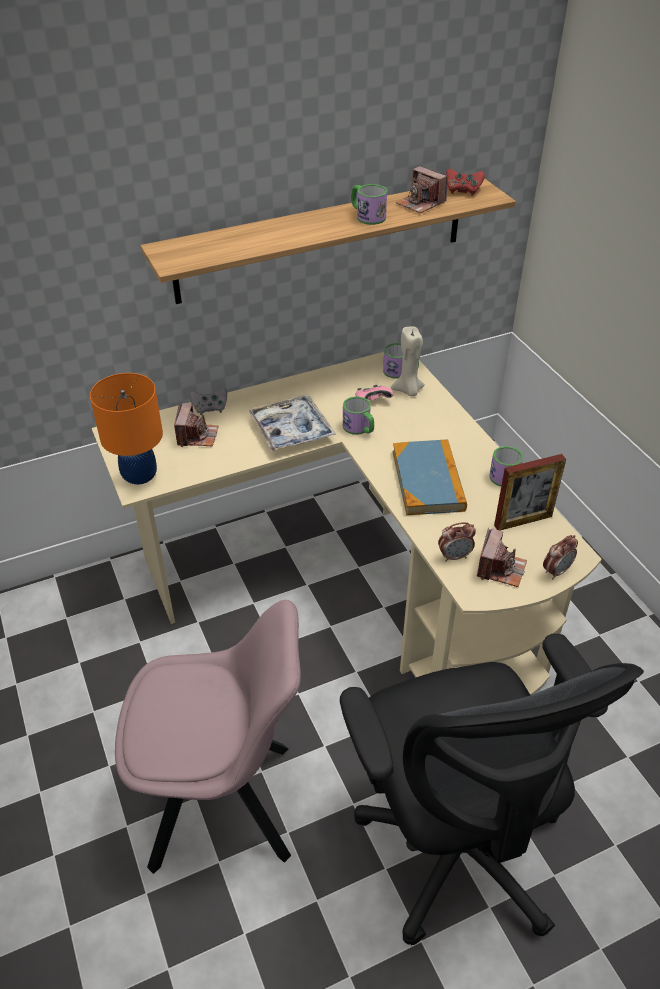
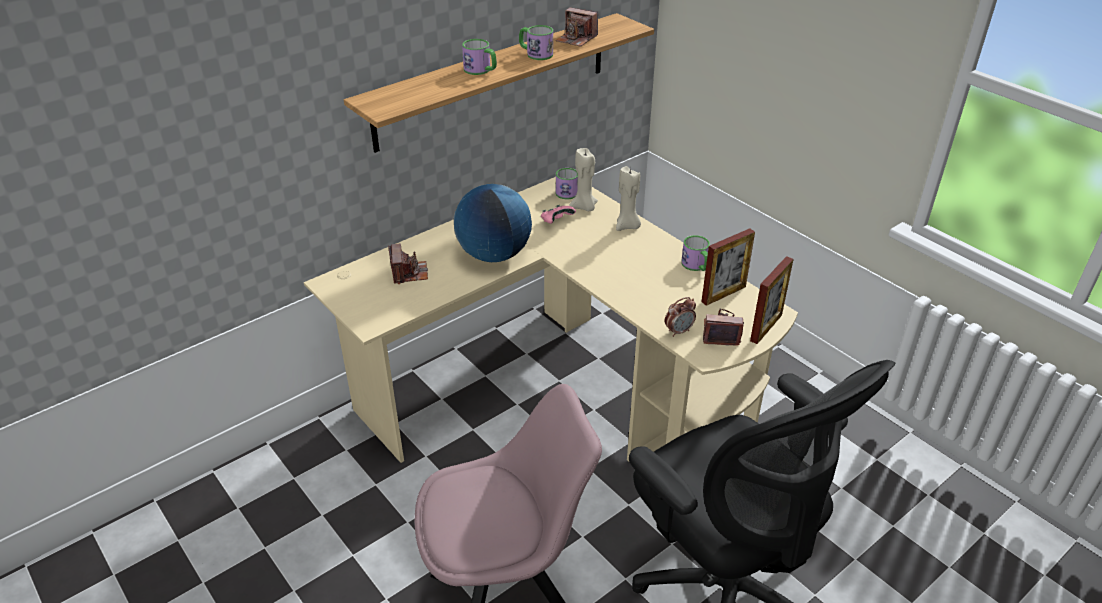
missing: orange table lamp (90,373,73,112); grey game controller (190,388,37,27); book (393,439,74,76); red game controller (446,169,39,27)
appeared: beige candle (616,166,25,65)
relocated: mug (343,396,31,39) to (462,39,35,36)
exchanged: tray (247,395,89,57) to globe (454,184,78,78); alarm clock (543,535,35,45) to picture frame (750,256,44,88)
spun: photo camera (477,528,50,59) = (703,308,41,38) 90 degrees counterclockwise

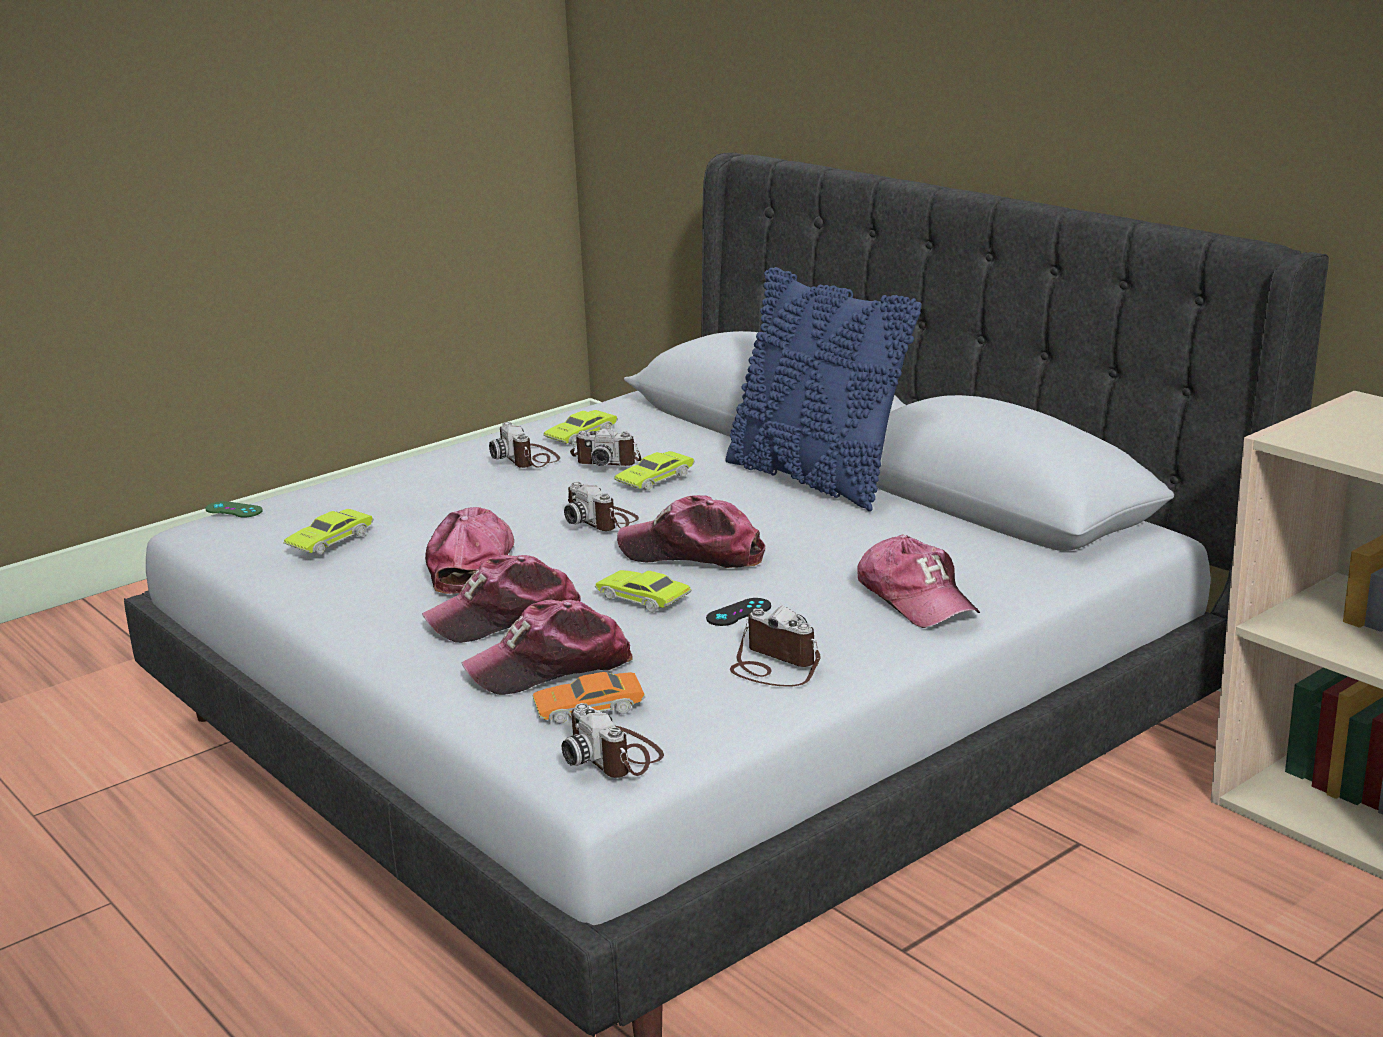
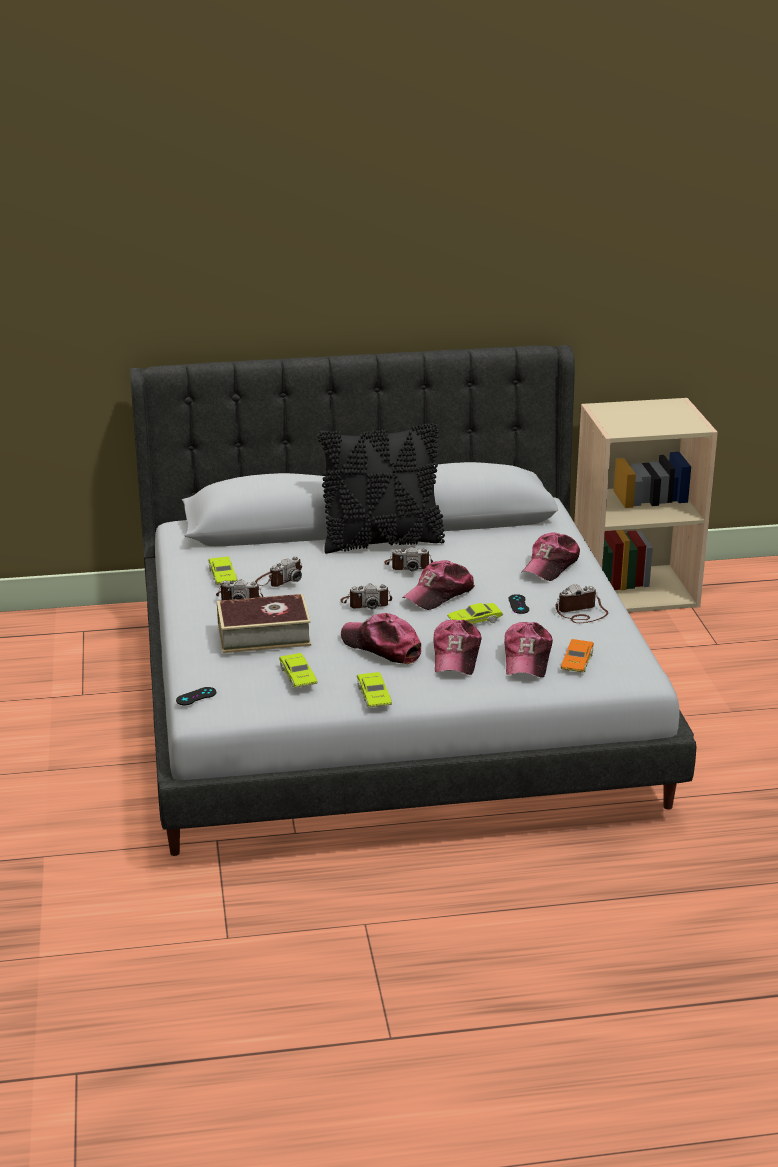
appeared: book (217,594,94,59)
relocated: photo camera (561,703,103,75) to (384,547,49,25); green toy car (614,451,81,39) to (357,672,35,36)
colour: green game controller (206,501,56,16) to black game controller (176,687,40,18); blue pillow (725,267,196,244) to black pillow (317,423,128,131)
spun: cap (857,535,123,93) = (521,533,59,48) 120 degrees clockwise

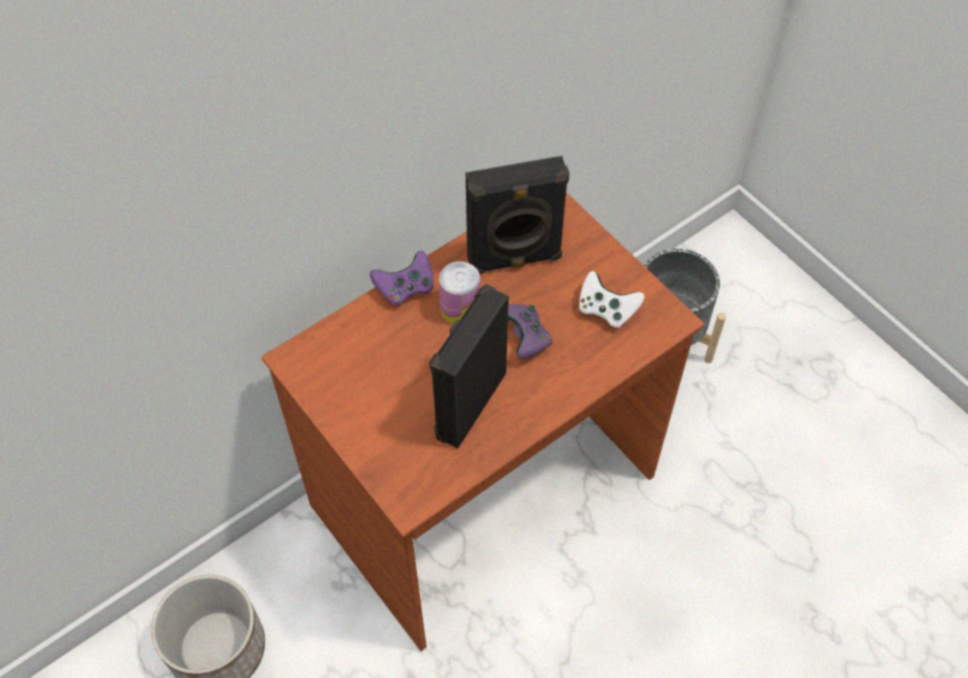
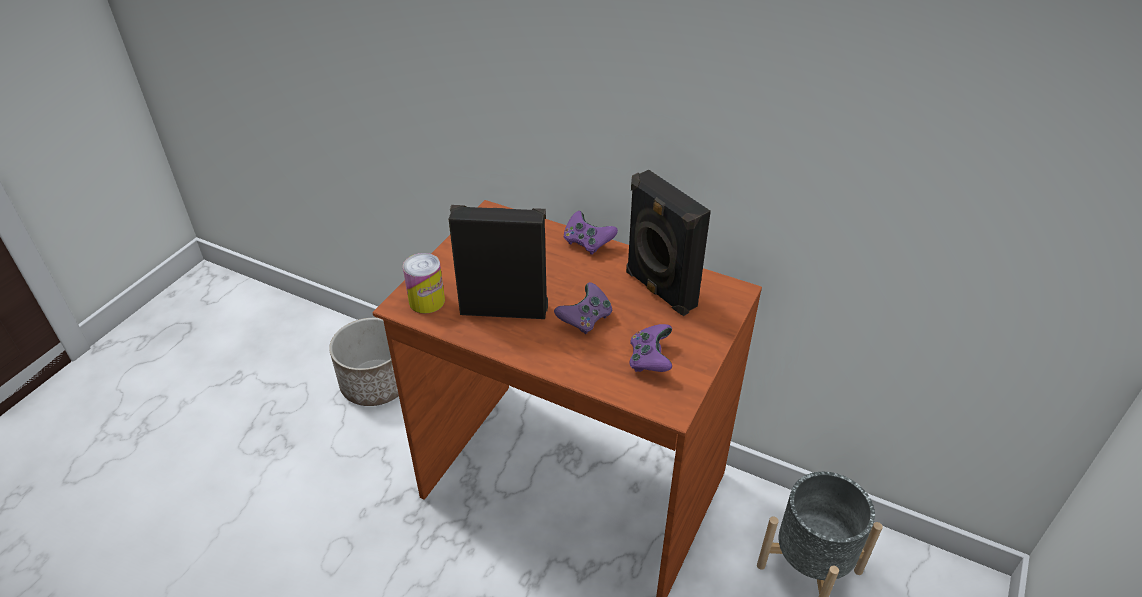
relocated: can (439,261,41,63) to (403,253,42,60)
colour: white game controller (579,271,65,57) to purple game controller (629,324,43,48)

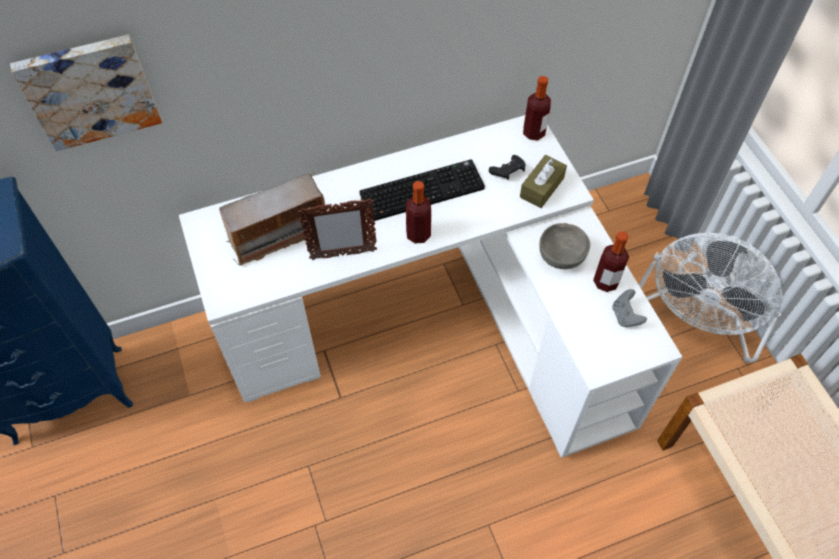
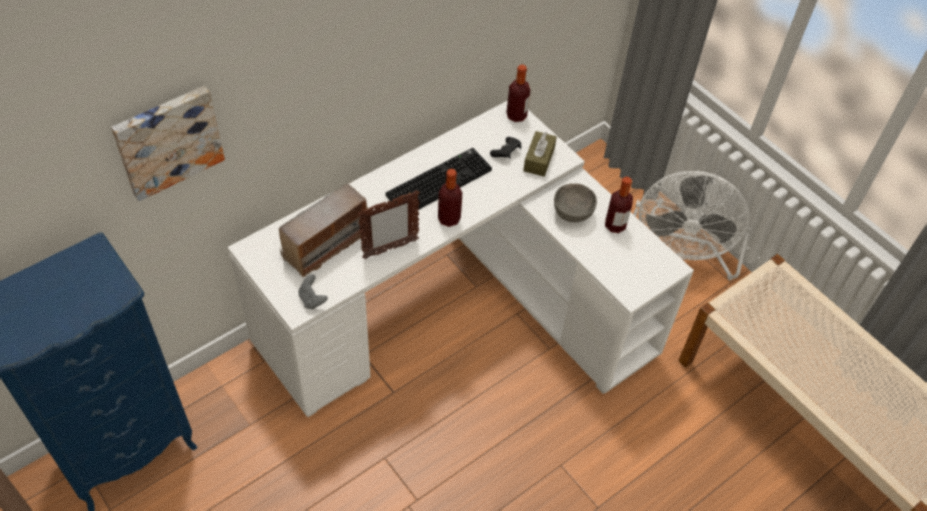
relocated: grey game controller (612,289,35,38) to (298,274,30,35)

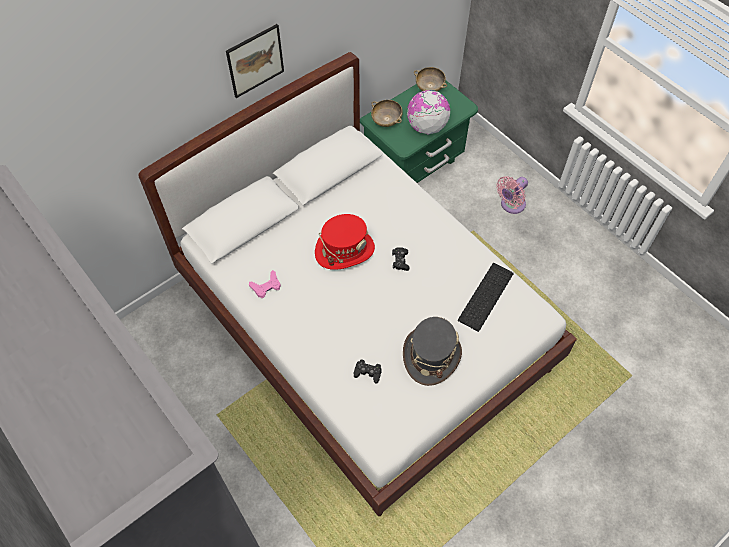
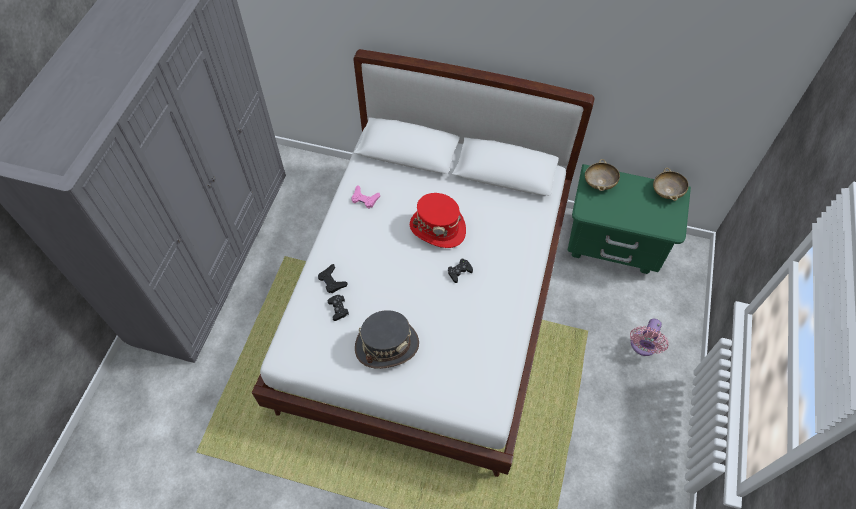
missing: picture (226,24,58,74); globe (407,90,43,44); keyboard (458,263,56,69)
appeared: black game controller (318,264,29,29)
spun: pink fan (496,176,32,38) = (630,319,38,37) 75 degrees counterclockwise

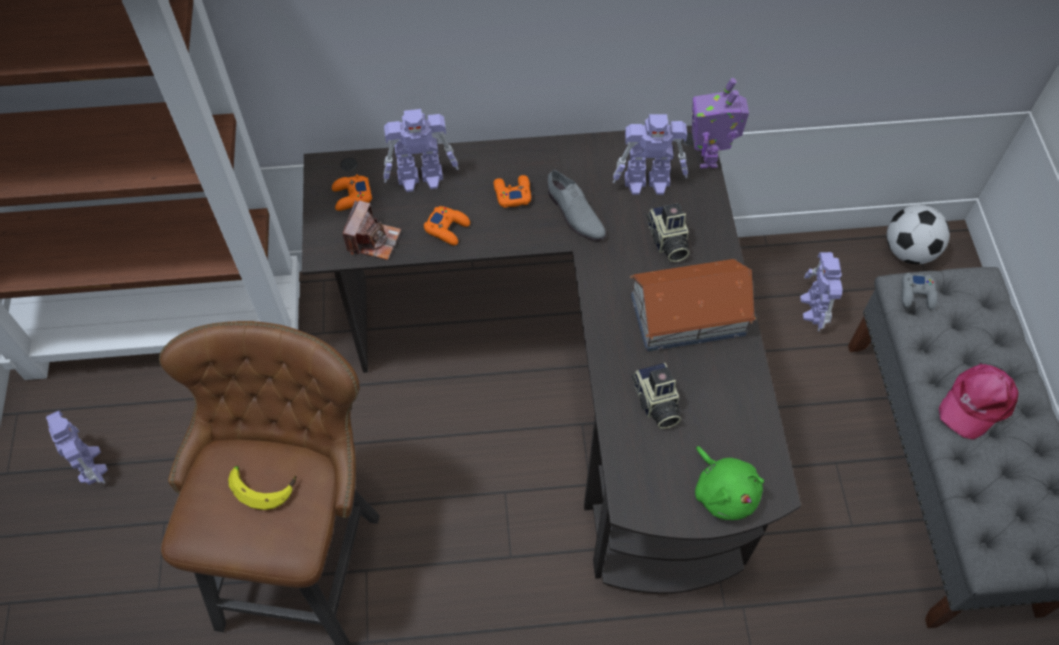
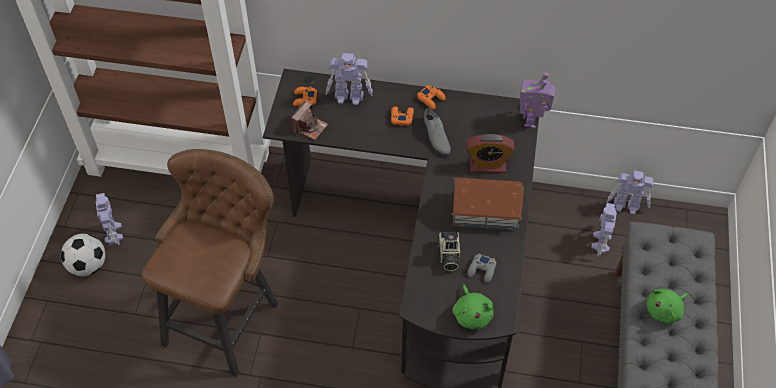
missing: banana (228,465,68,45)
relocated: orange game controller (424,206,46,40) to (417,85,28,24); toy robot (613,114,75,81) to (607,170,47,44); football (887,205,63,59) to (61,234,44,42); grey game controller (902,273,36,37) to (468,254,28,29)
exchanged: photo camera (646,203,43,59) to alarm clock (466,134,49,39); pink cap (939,363,80,77) to green plush toy (646,289,43,34)

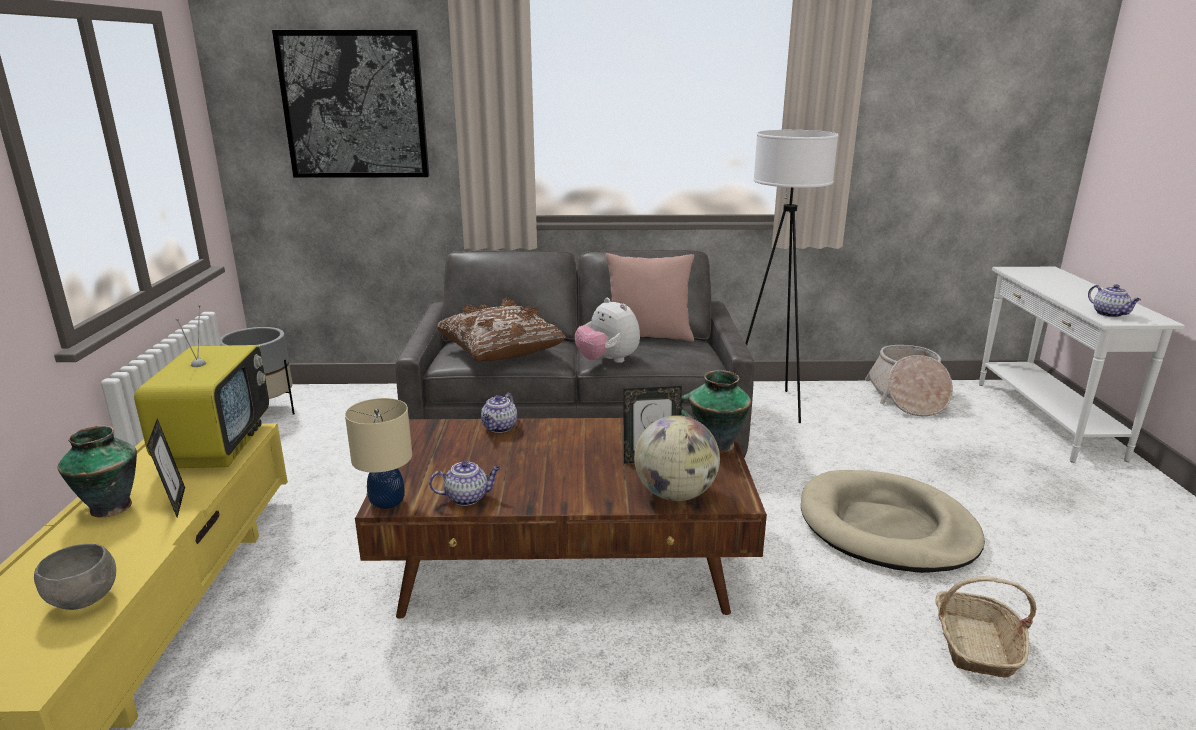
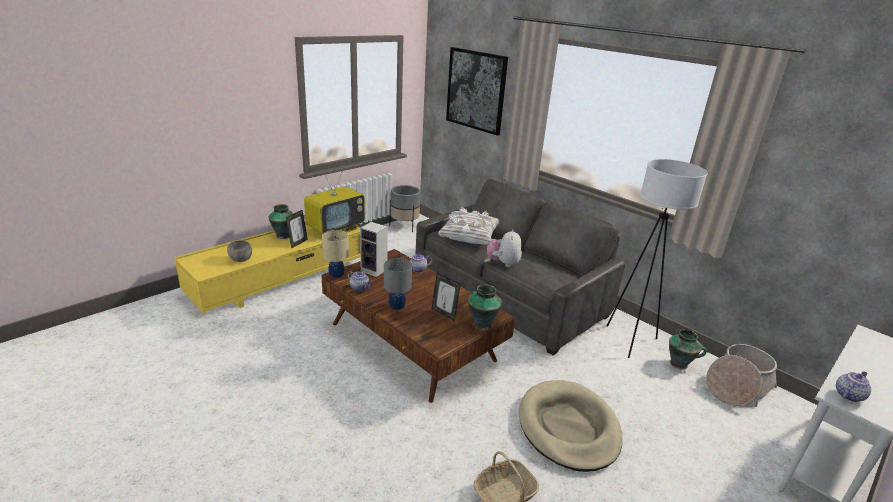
missing: pink pillow (606,253,88,89); globe (634,415,86,86)
appeared: speaker (360,222,28,55); grey table lamp (384,258,28,52); vase (669,329,38,41)
colour: brown pillow (437,297,129,65) to white pillow (438,208,62,37)
spun: teapot (1088,284,53,33) = (836,371,36,31) 150 degrees counterclockwise

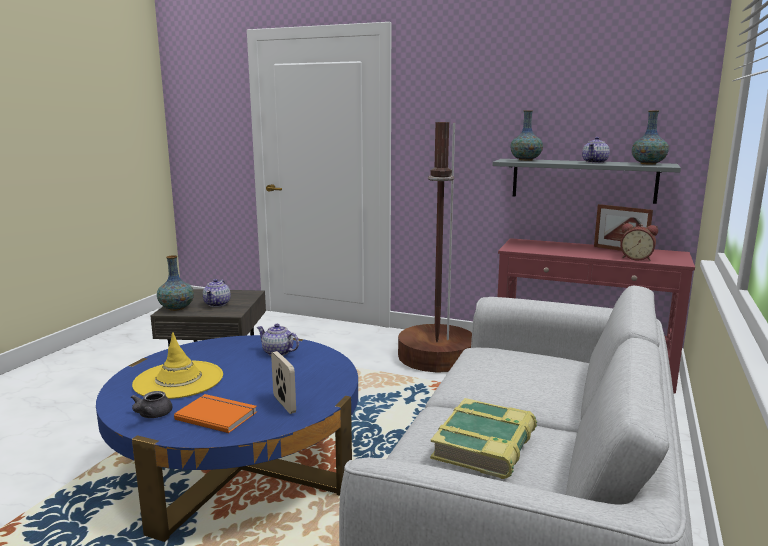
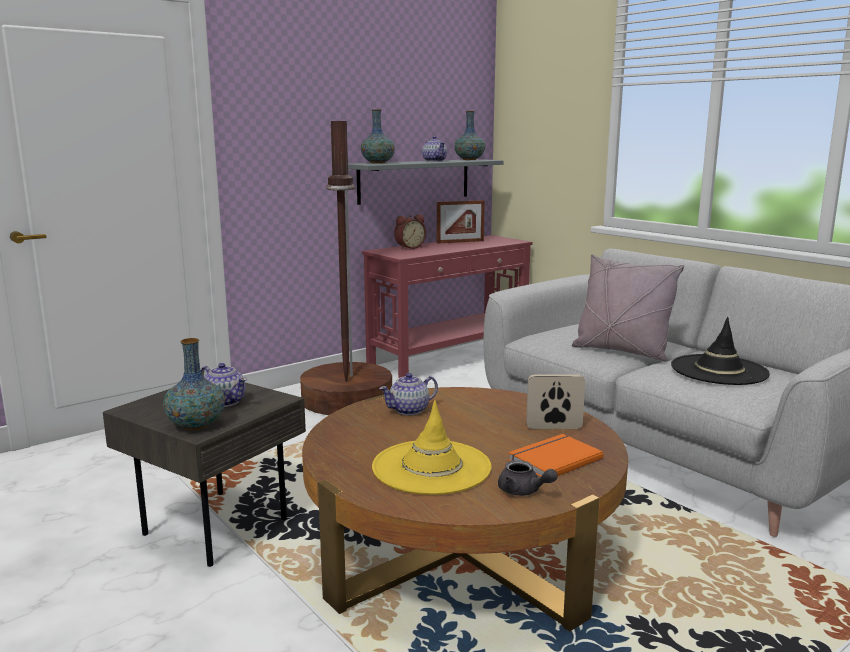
appeared: purple pillow (572,254,112,108)
relocated: alarm clock (620,223,38,38) to (394,215,32,34)
exchanged: book (430,398,107,81) to black hat (671,317,99,68)
colour: blue coffee table (96,335,262,207) to brown coffee table (302,387,326,245)

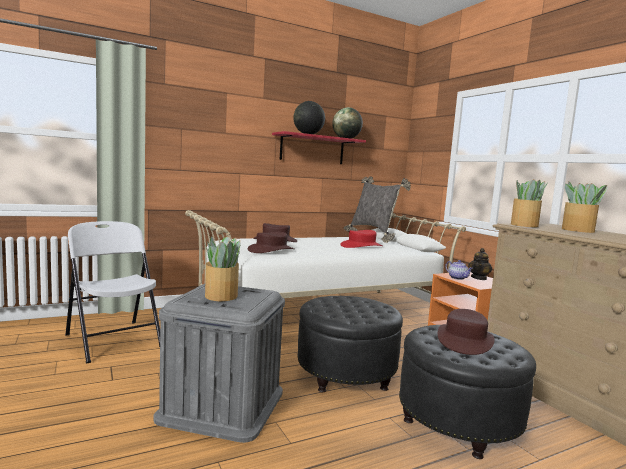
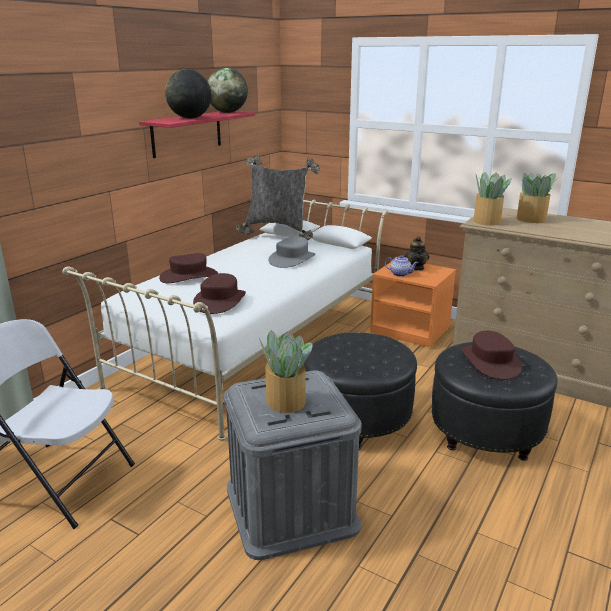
colour: red hat (341,230,42,18) to grey hat (268,236,47,32)

